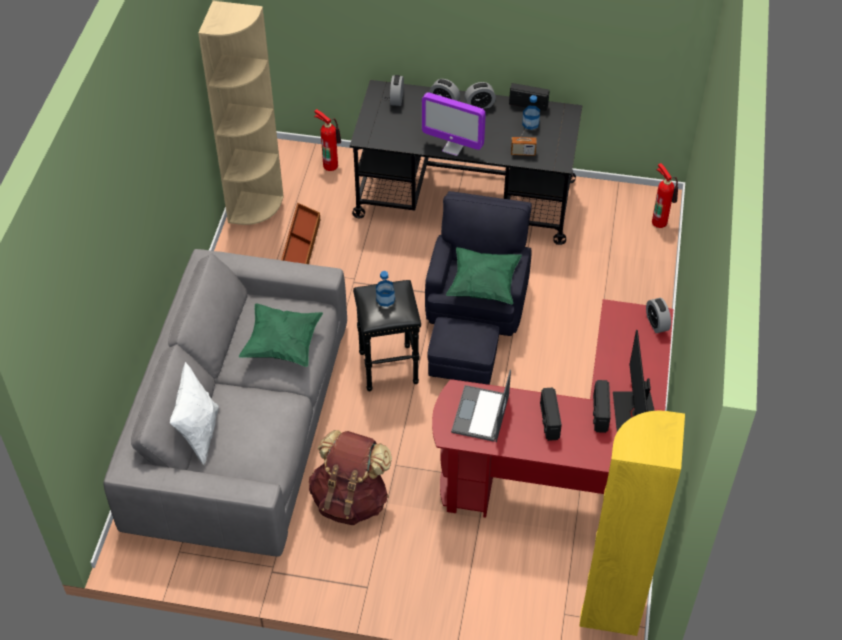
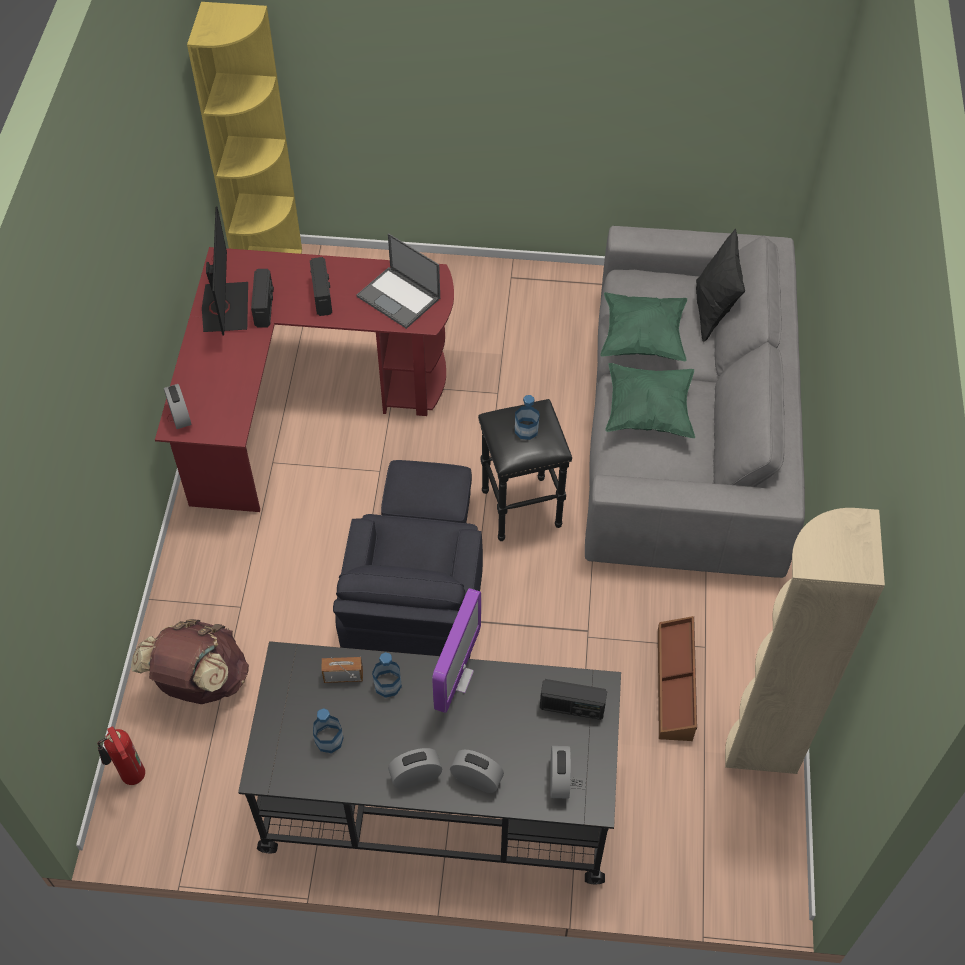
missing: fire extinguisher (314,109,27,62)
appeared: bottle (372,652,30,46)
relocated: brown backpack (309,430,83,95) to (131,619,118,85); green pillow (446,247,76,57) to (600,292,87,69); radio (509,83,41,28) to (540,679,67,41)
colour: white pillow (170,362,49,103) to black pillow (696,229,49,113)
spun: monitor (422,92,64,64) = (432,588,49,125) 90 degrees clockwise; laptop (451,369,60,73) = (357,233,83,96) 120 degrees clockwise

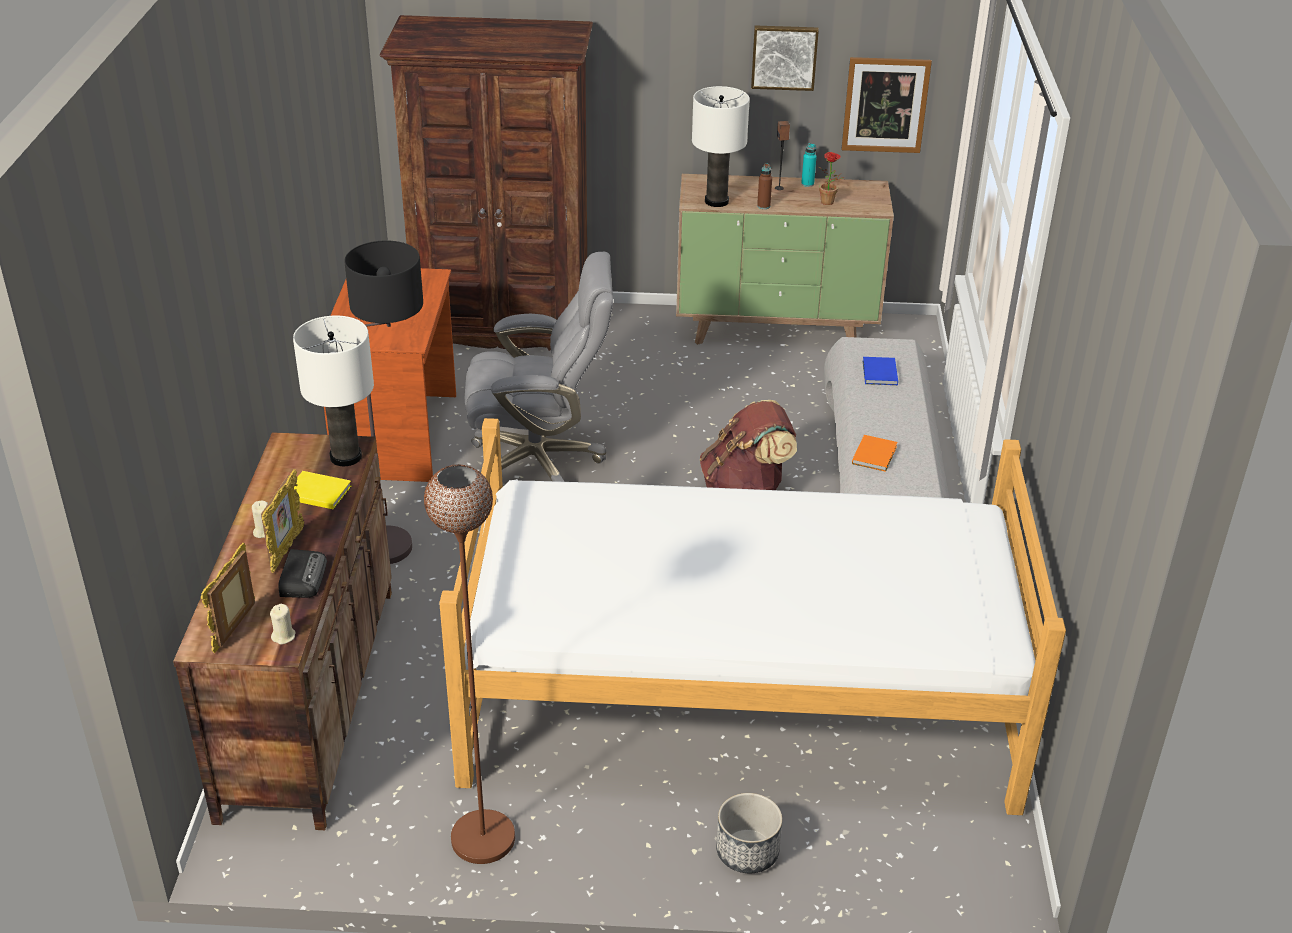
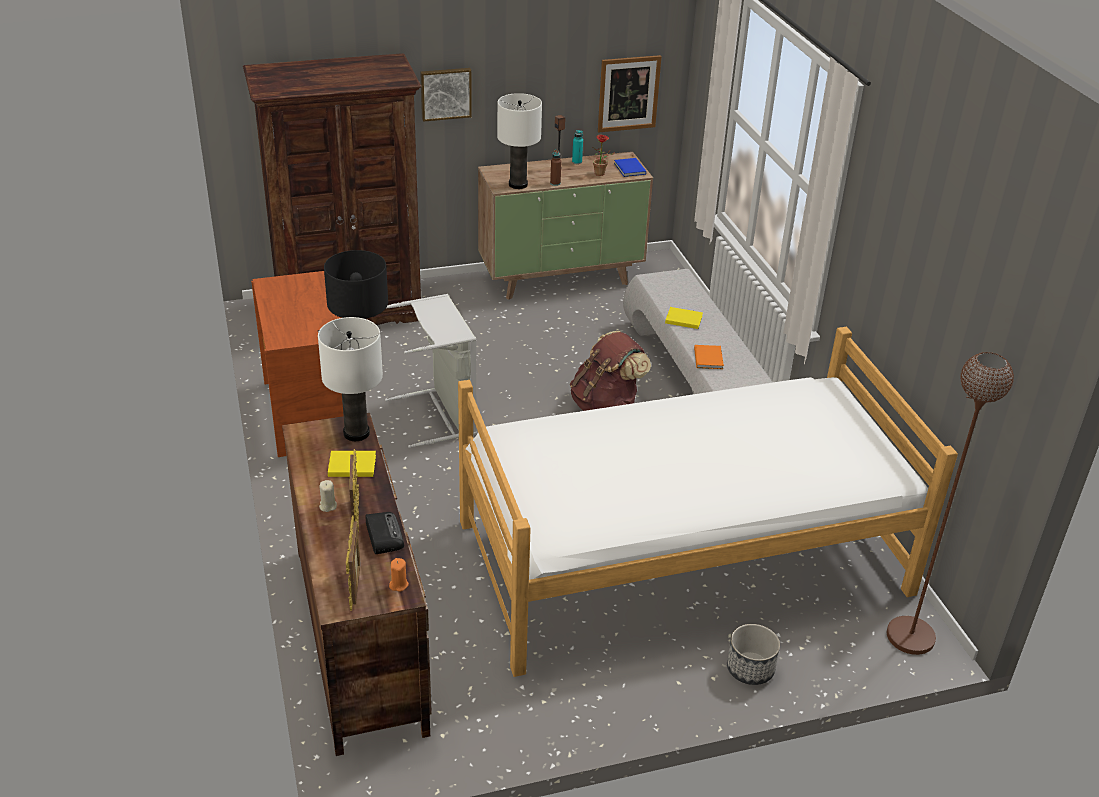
appeared: yellow book (665,307,38,22)
relocated: brown floor lamp (424,464,91,400) to (887,352,127,303); picture (751,25,68,66) to (420,68,52,54); blue book (863,357,35,28) to (614,158,32,19)
exchanged: grey office chair (465,252,148,230) to grey laundry basket (385,294,92,154)
colour: beige candle (270,604,26,40) to orange candle (389,558,20,34)

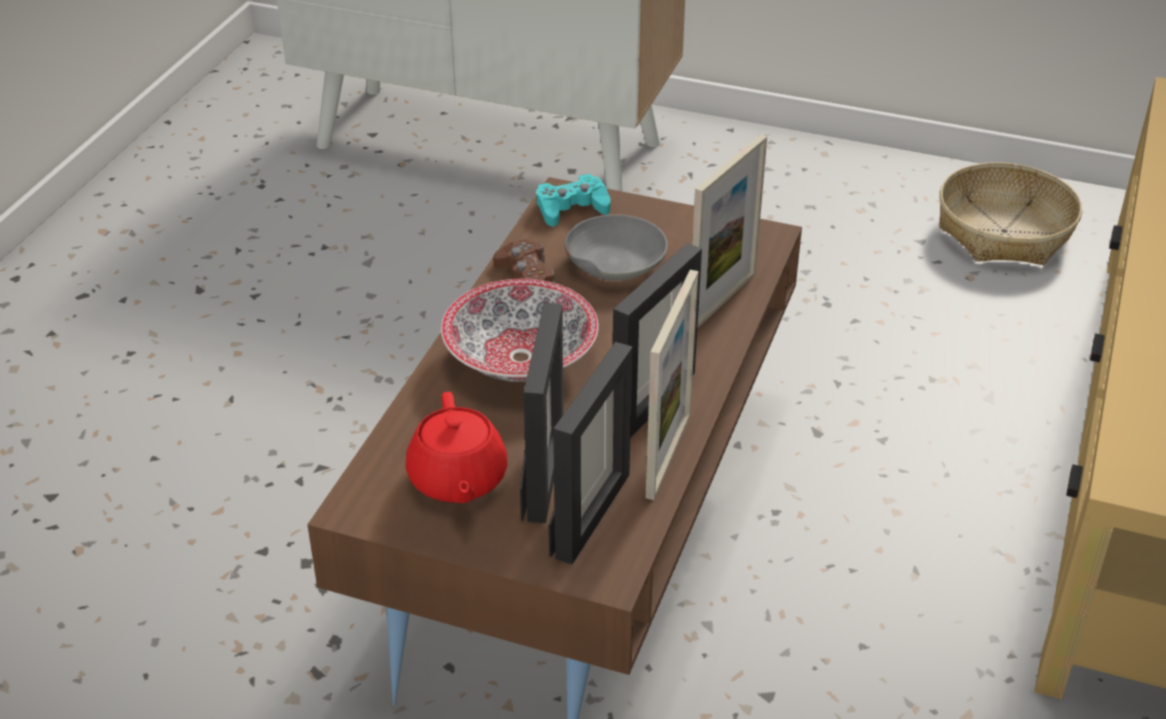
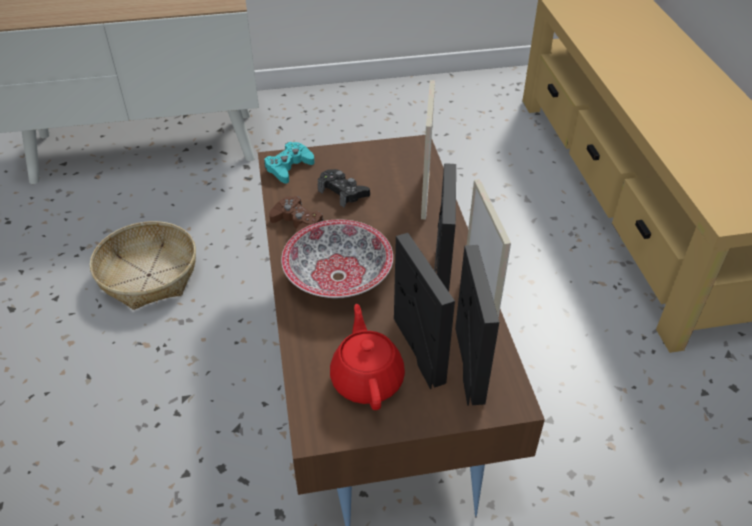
relocated: basket (939,162,143,103) to (90,221,106,89)
exchanged: grey bowl (564,214,104,67) to black game controller (318,169,52,38)
spun: red teapot (406,392,101,111) = (330,304,75,106) 150 degrees counterclockwise

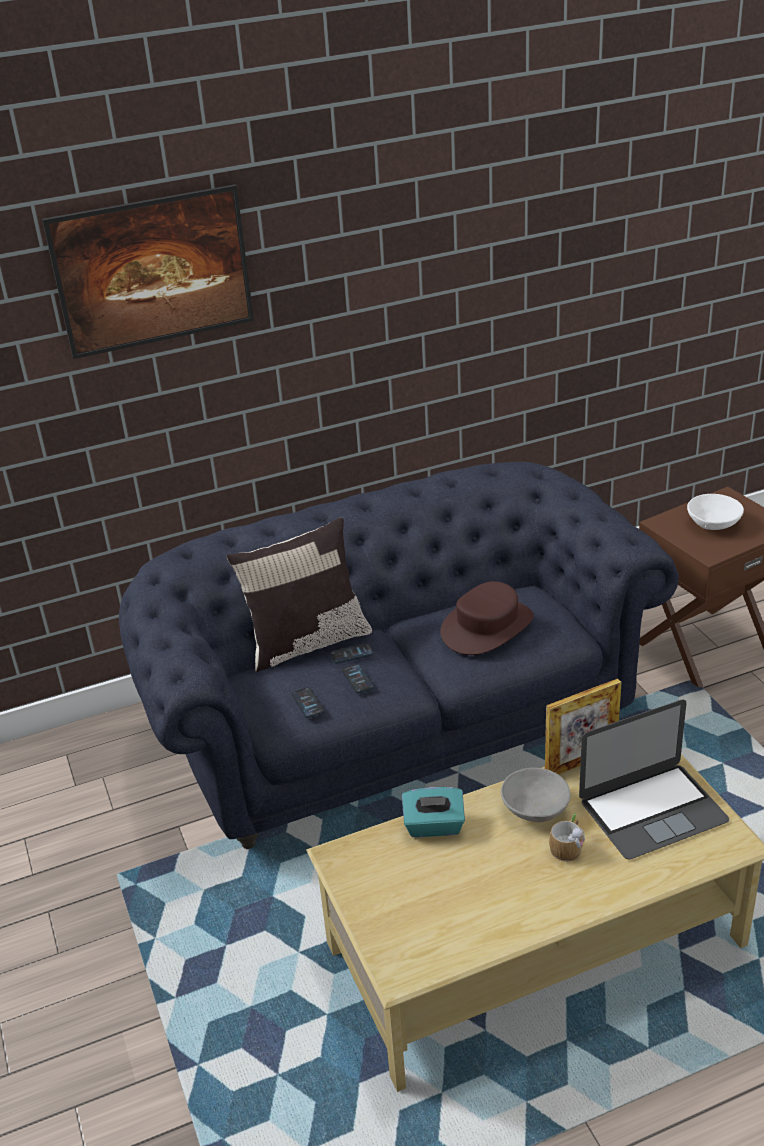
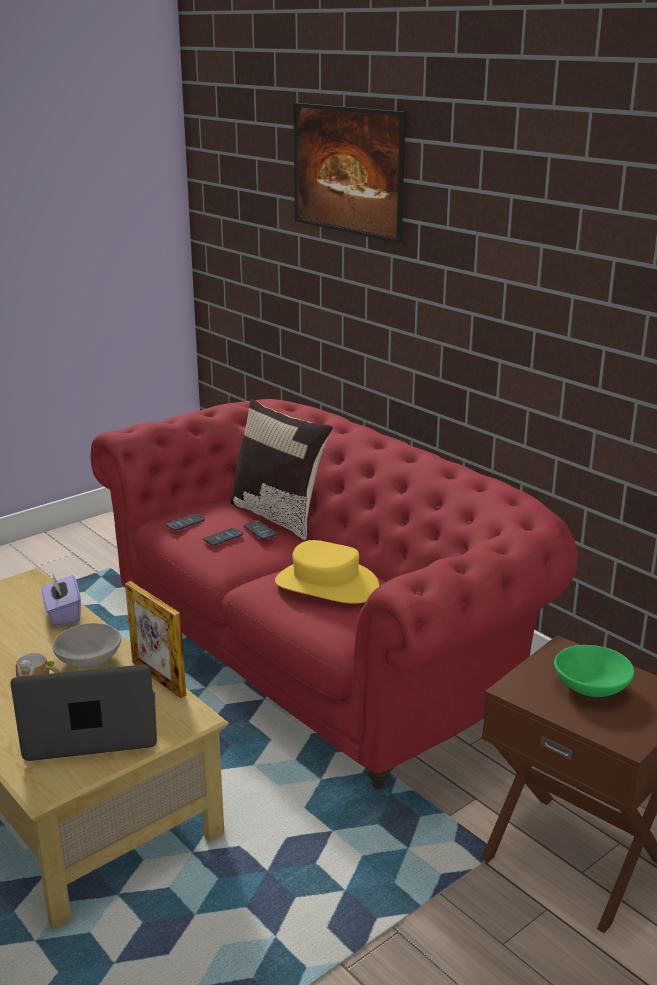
colour: blue sofa (119,462,560,387) to red sofa (91,399,487,390); turquoise tissue box (402,787,63,50) to purple tissue box (42,574,39,52); brown hat (440,581,94,74) to yellow hat (275,540,104,64); white bowl (687,494,57,36) to green bowl (554,645,80,52)
spun: laptop (579,699,150,160) = (10,665,147,96) 120 degrees clockwise

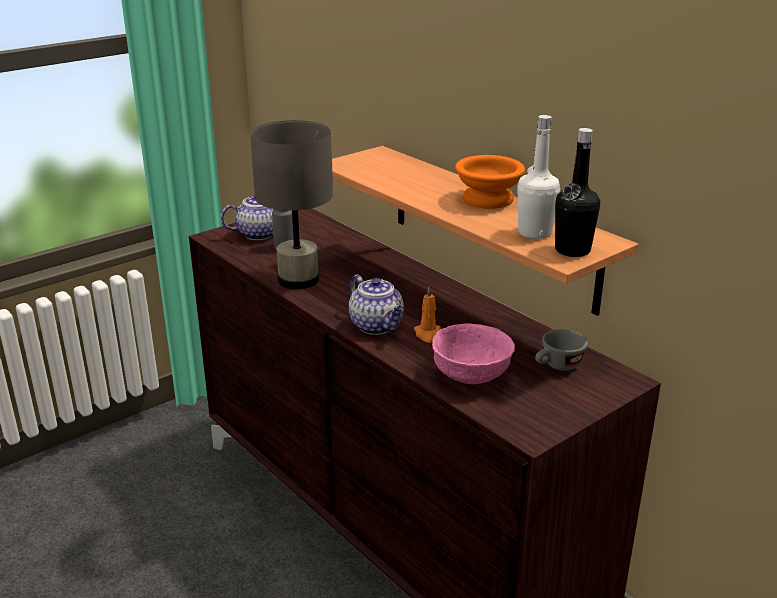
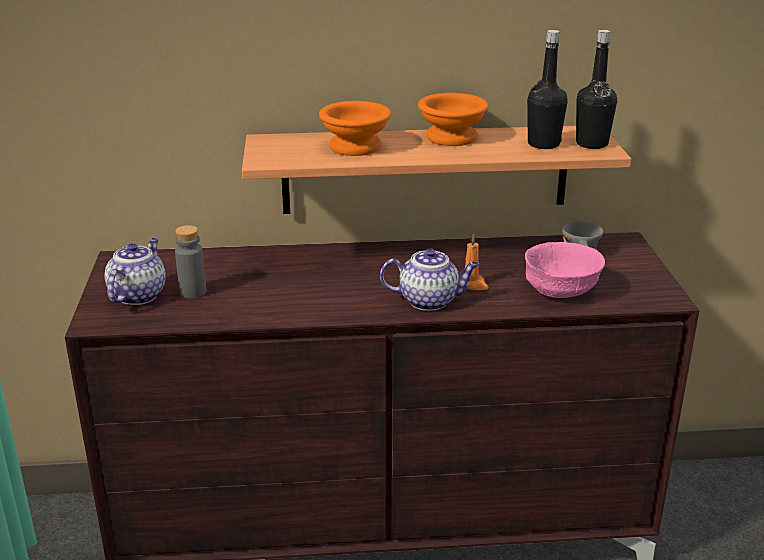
missing: grey table lamp (250,120,83,169)
appeared: orange bowl (319,101,72,55)
colour: white bottle (518,115,42,124) to black bottle (527,30,41,119)

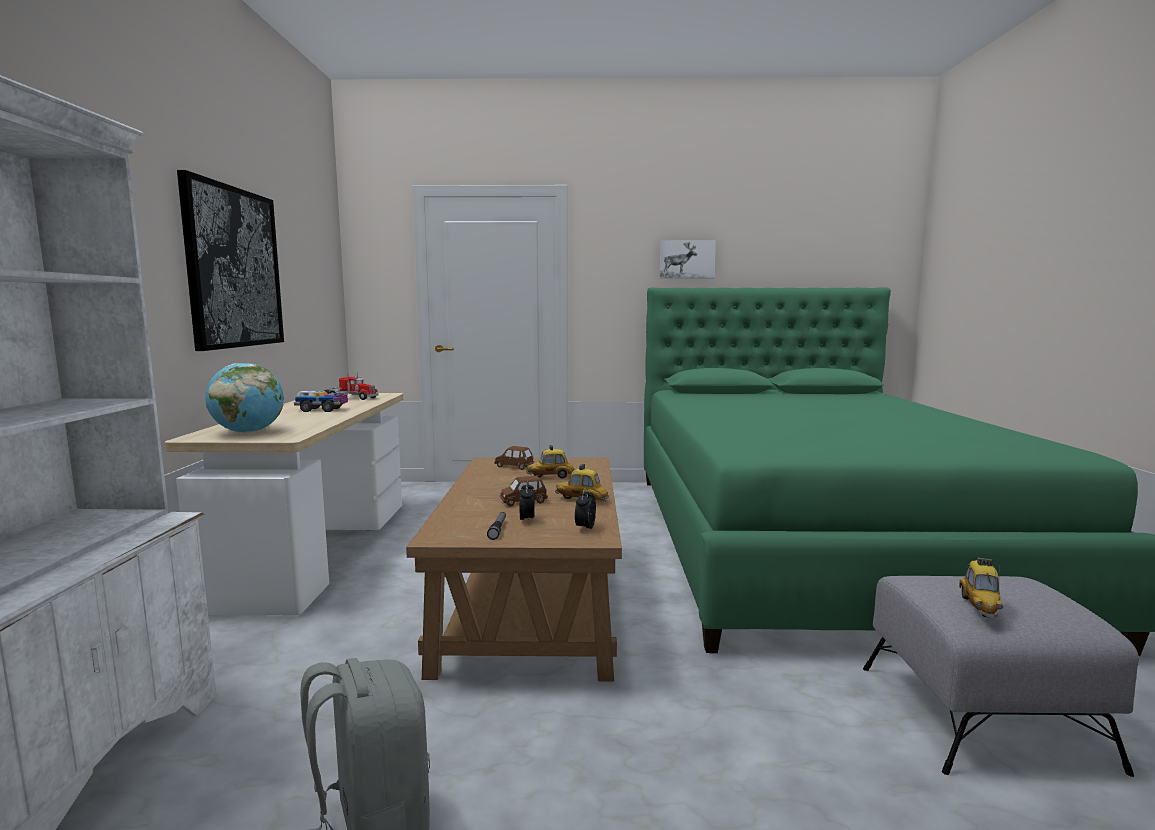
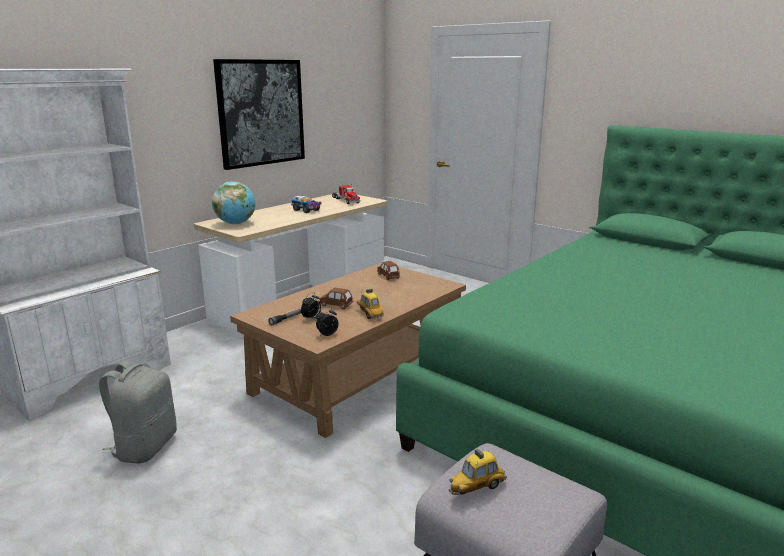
missing: toy car (527,445,48,34); picture (660,240,56,38)

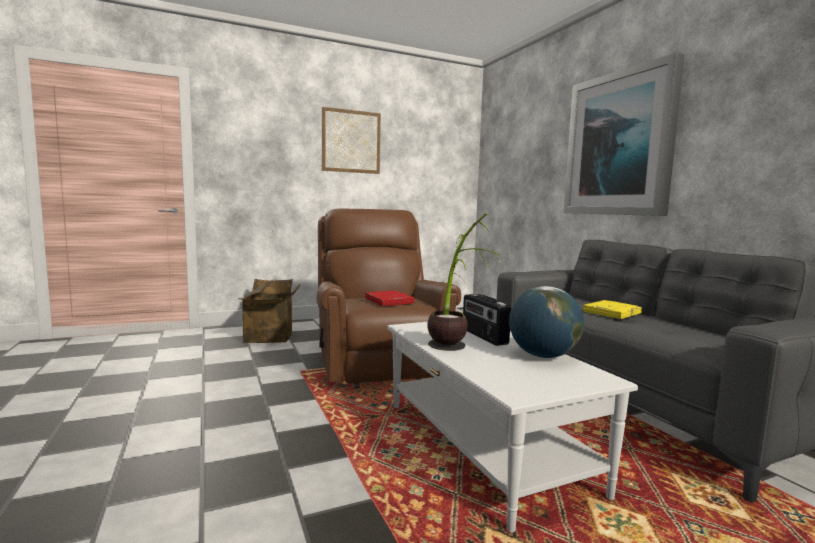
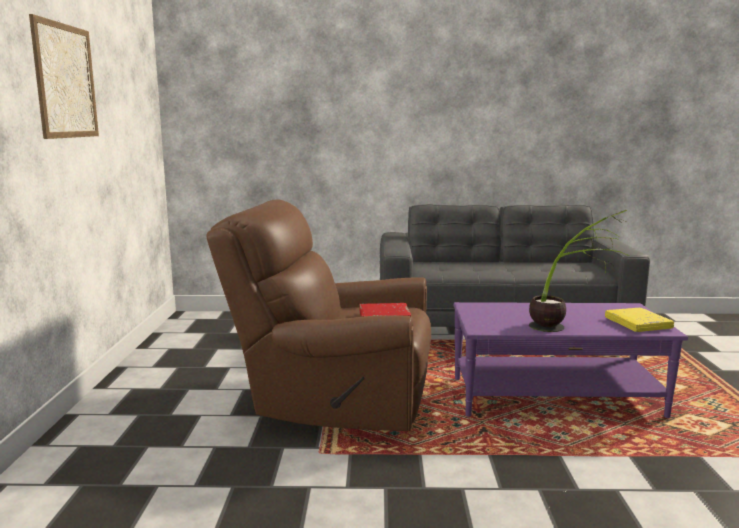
missing: cardboard box (238,279,62,64); radio (463,293,48,53); globe (509,286,75,72); picture (563,52,121,164)
relocated: yellow book (583,300,59,19) to (605,307,69,25)
colour: white coffee table (387,322,251,211) to purple coffee table (454,302,234,116)

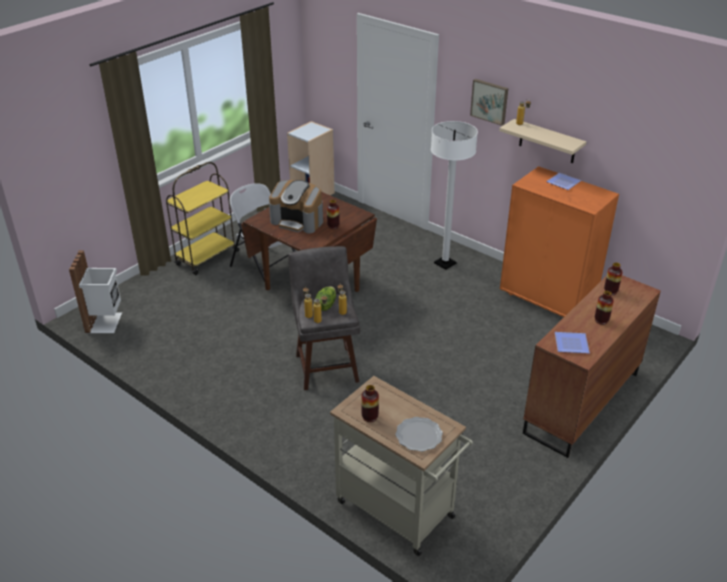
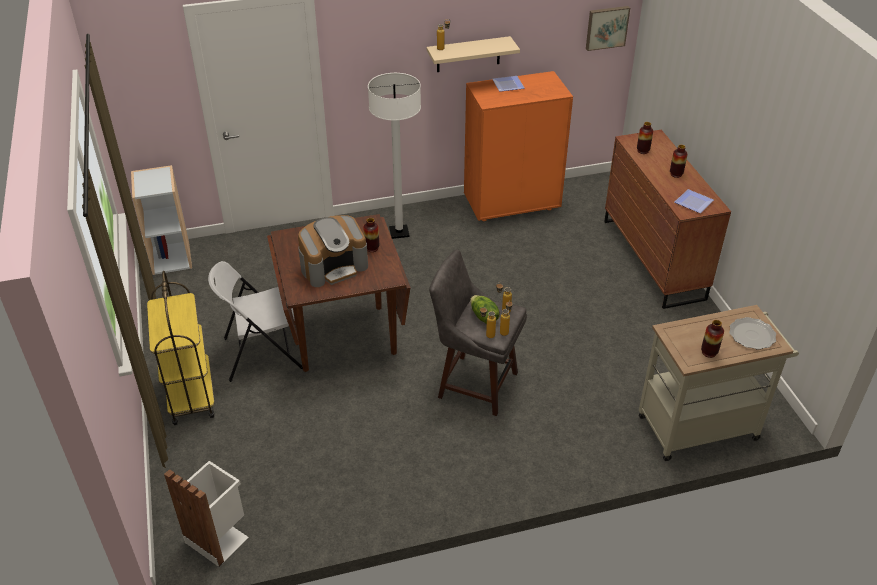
relocated: picture (470,79,38,47) to (586,6,44,45)

